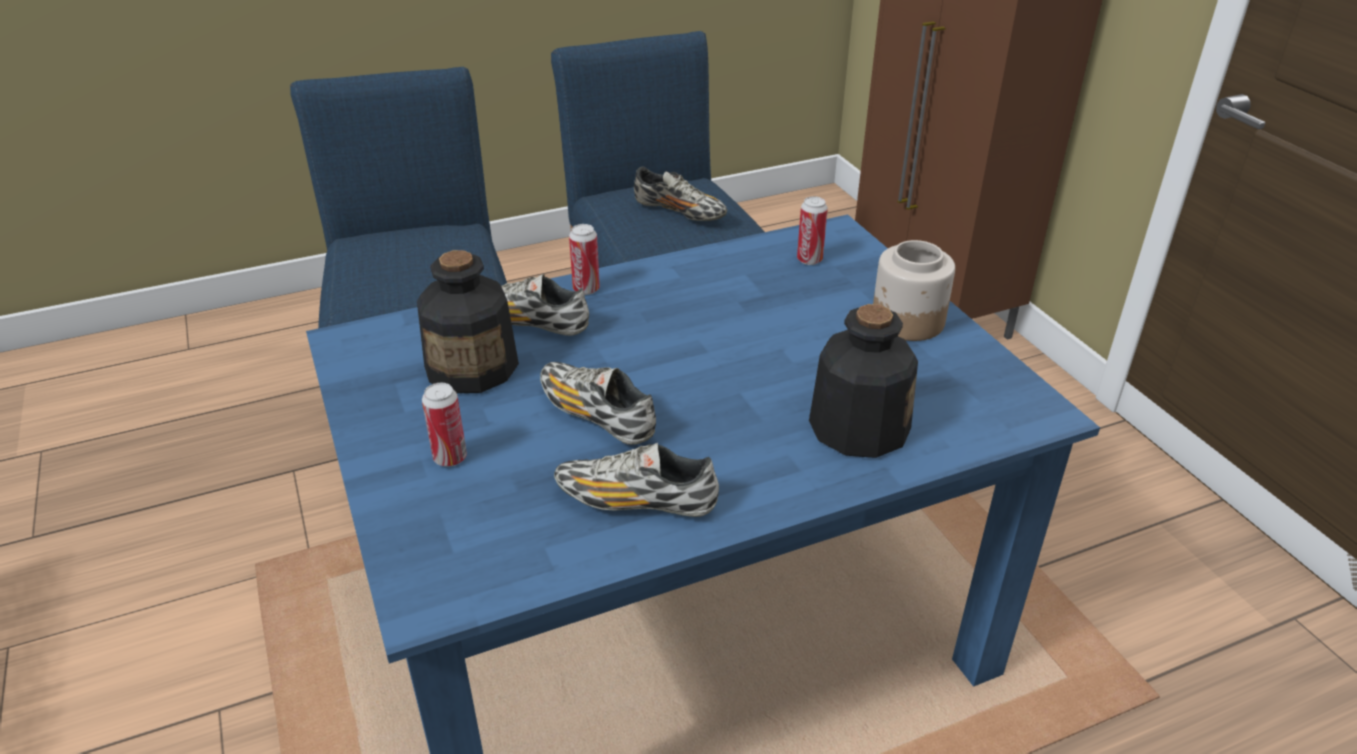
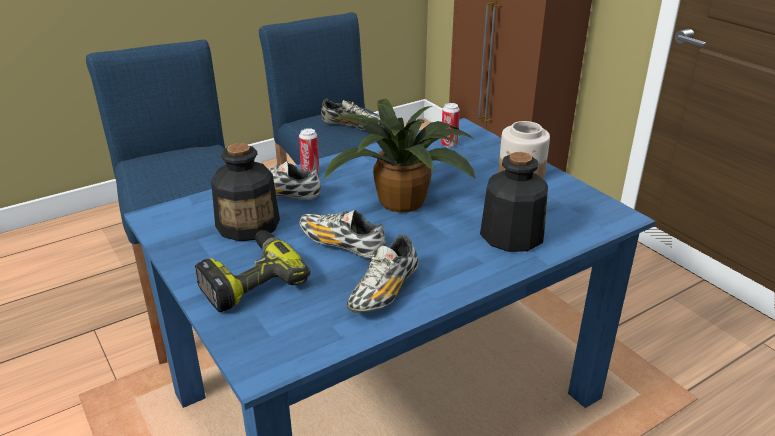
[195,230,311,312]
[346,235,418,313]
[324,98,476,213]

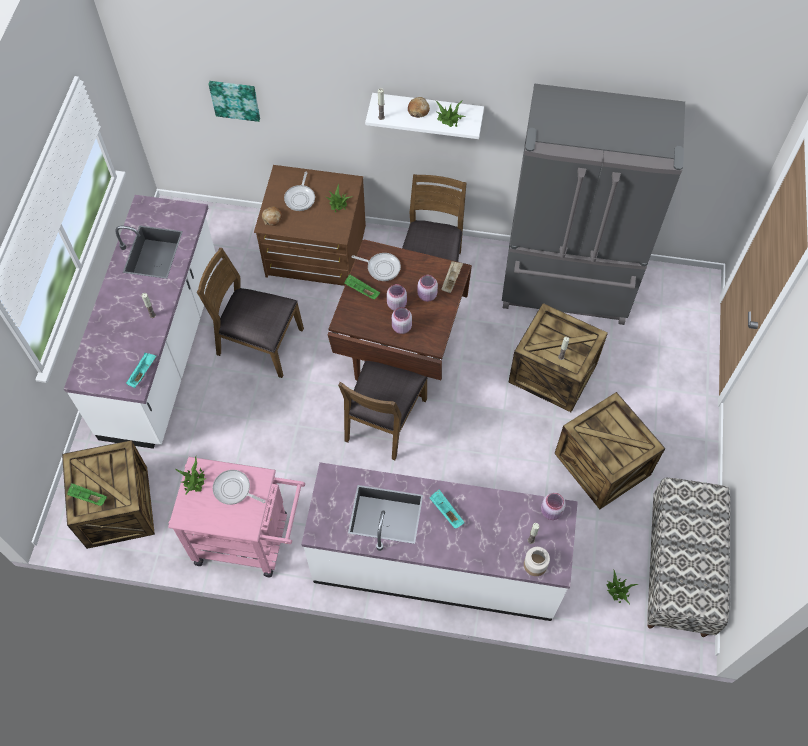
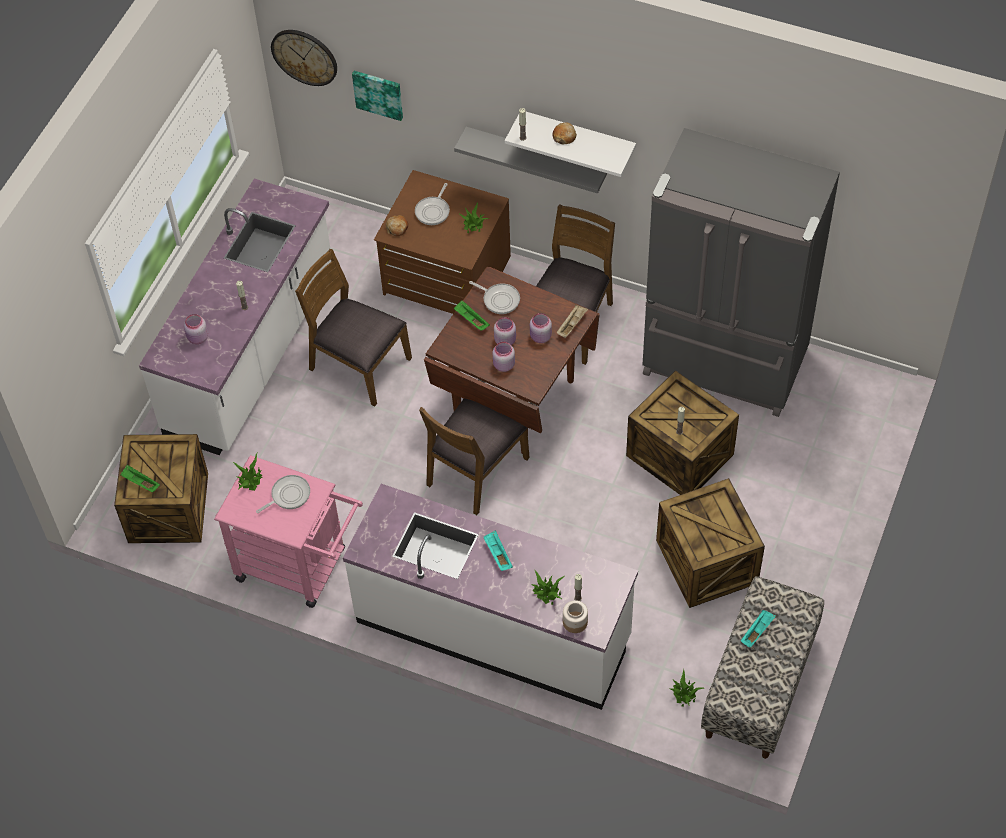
[741,610,776,648]
[256,475,310,513]
[531,570,565,605]
[184,314,208,344]
[271,30,337,86]
[454,127,608,194]

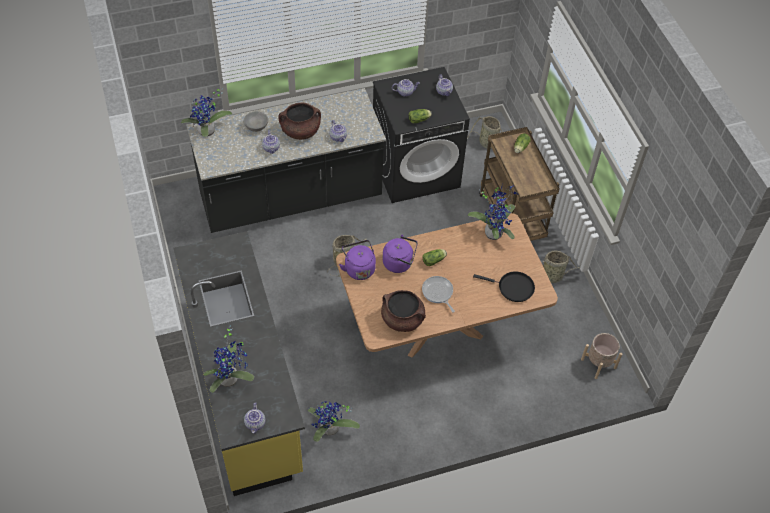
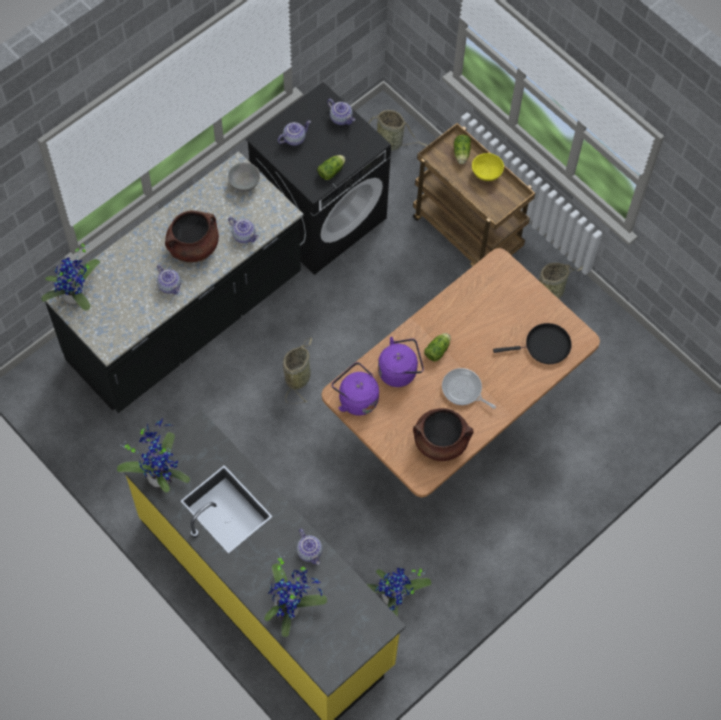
[228,162,260,192]
[297,529,322,565]
[117,418,190,492]
[581,333,622,379] (first image)
[472,153,504,181]

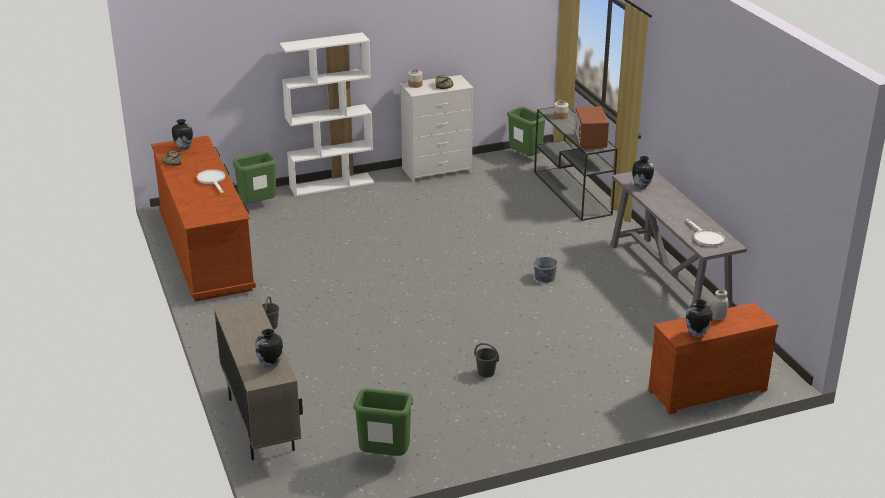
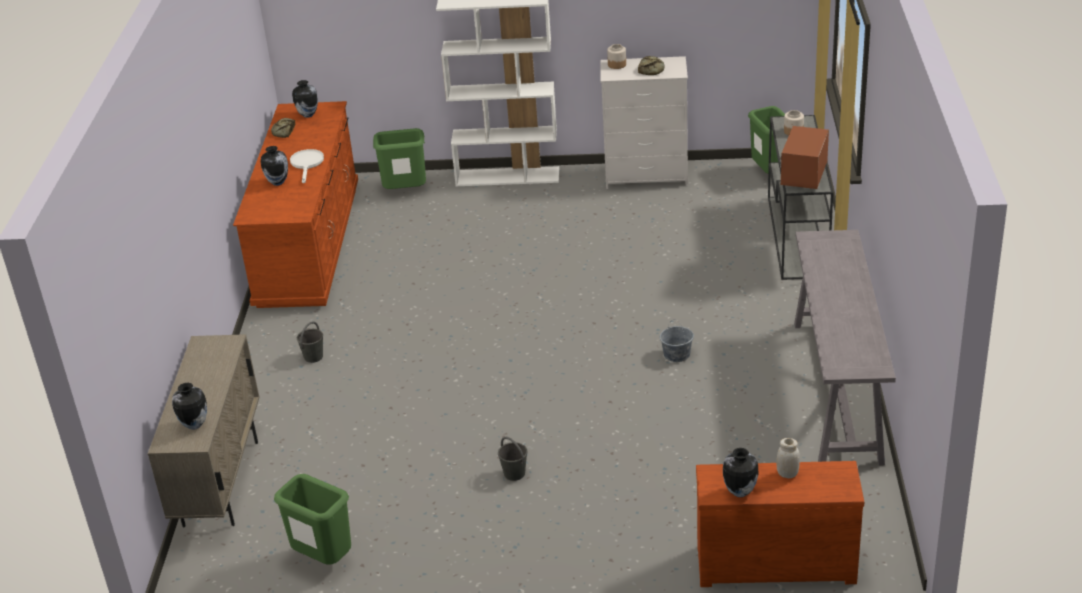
[261,146,288,186]
[686,219,725,247] (first image)

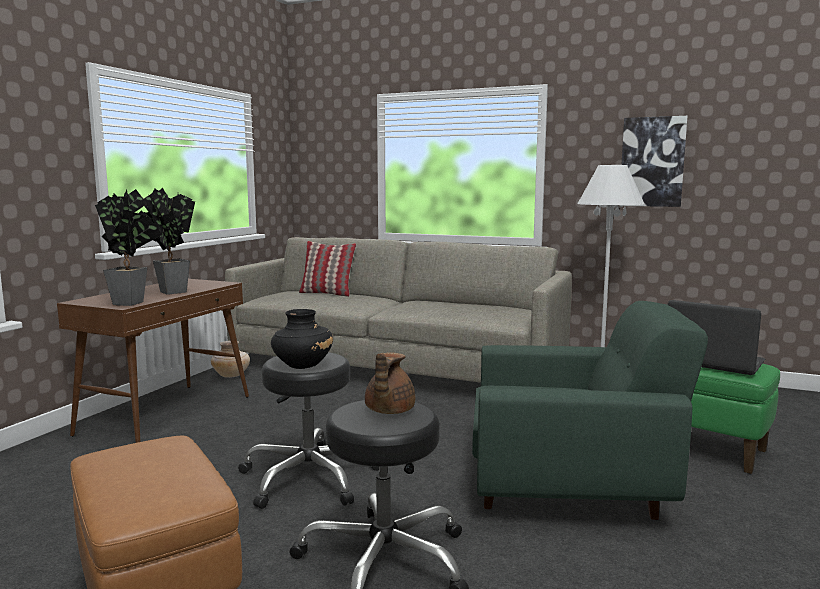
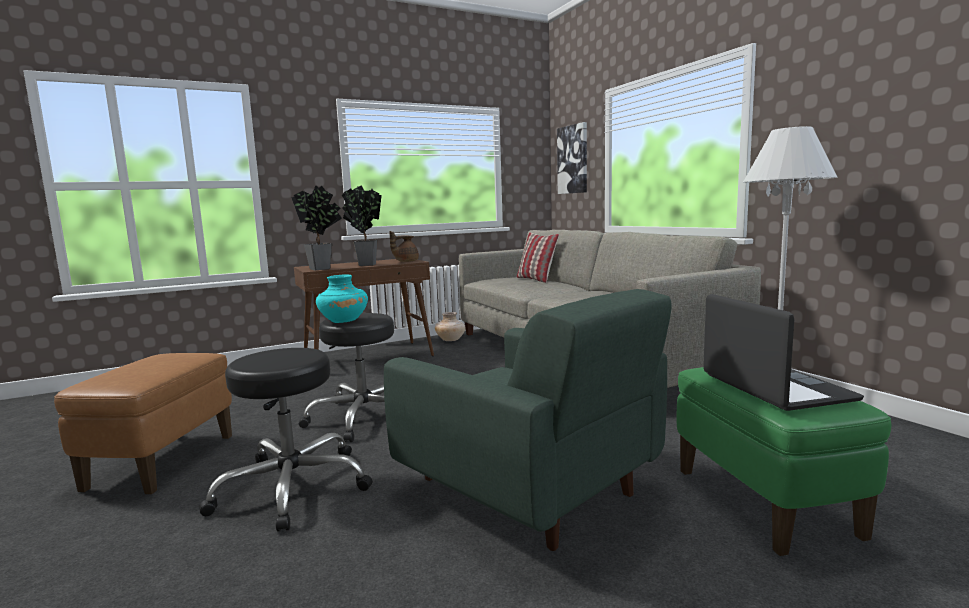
[316,275,368,323]
[390,231,419,262]
[557,122,587,194]

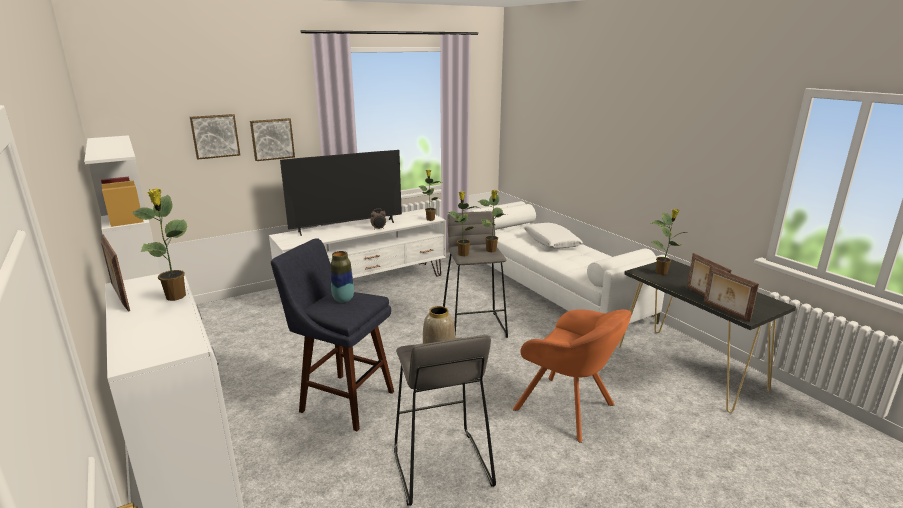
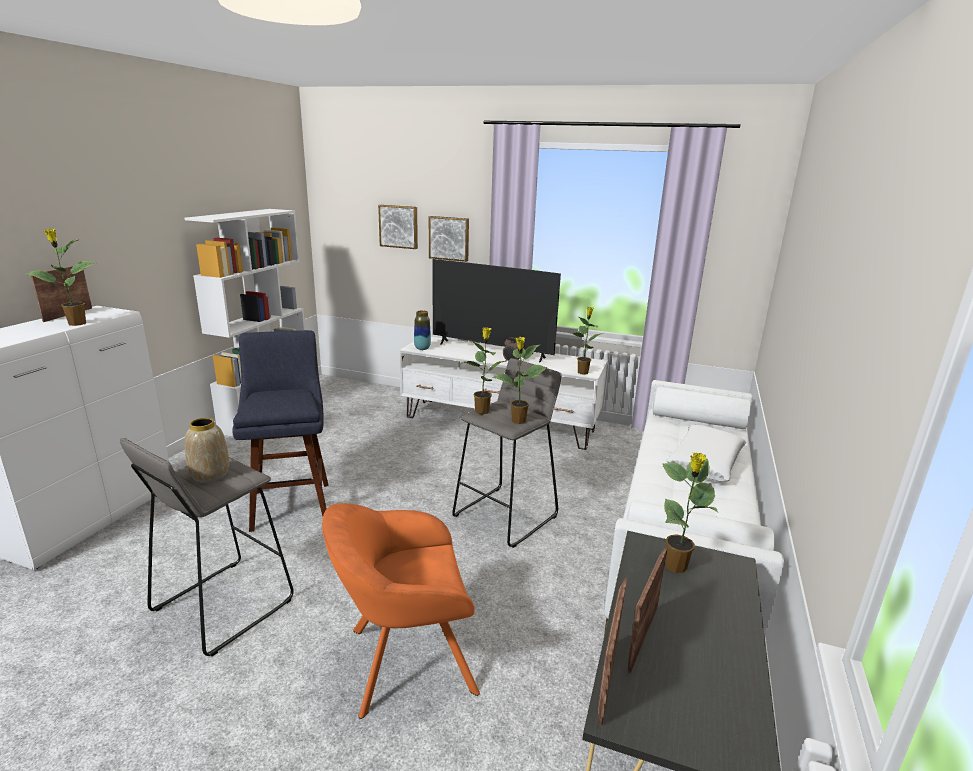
[414,310,431,350]
[322,503,480,719]

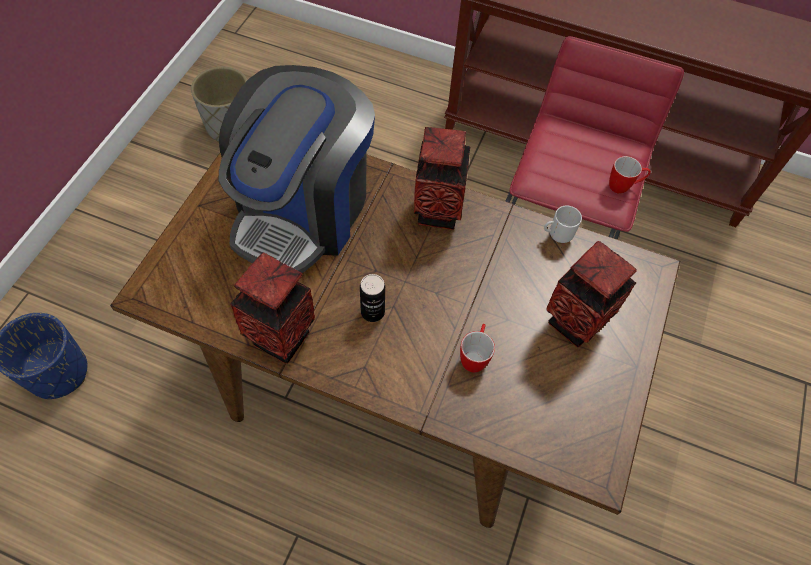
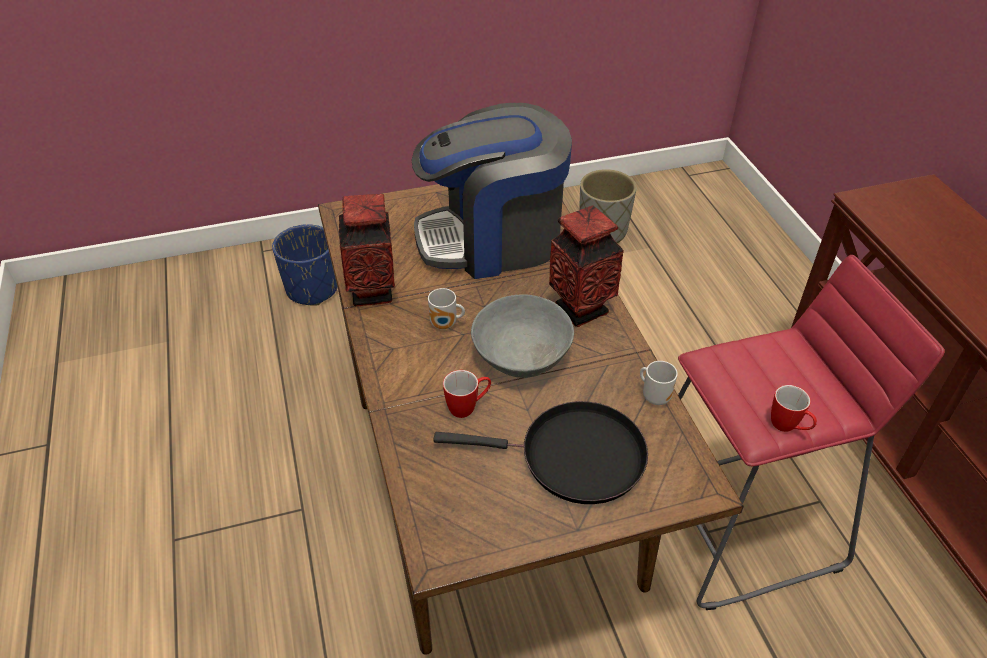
[428,288,465,330]
[434,401,648,504]
[471,294,574,378]

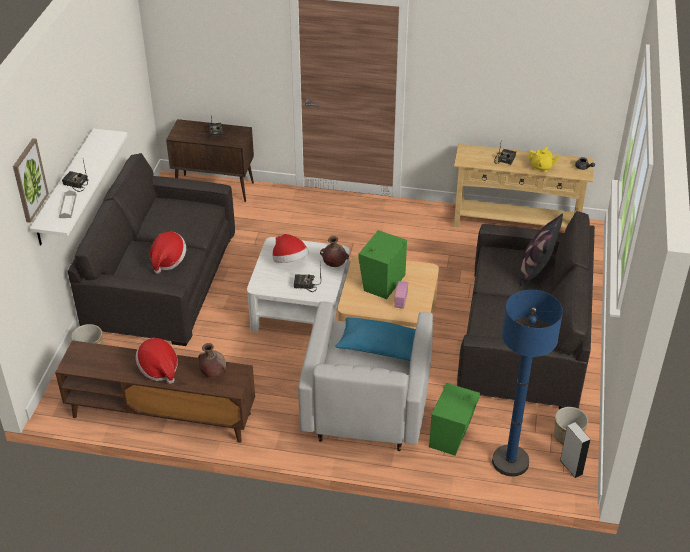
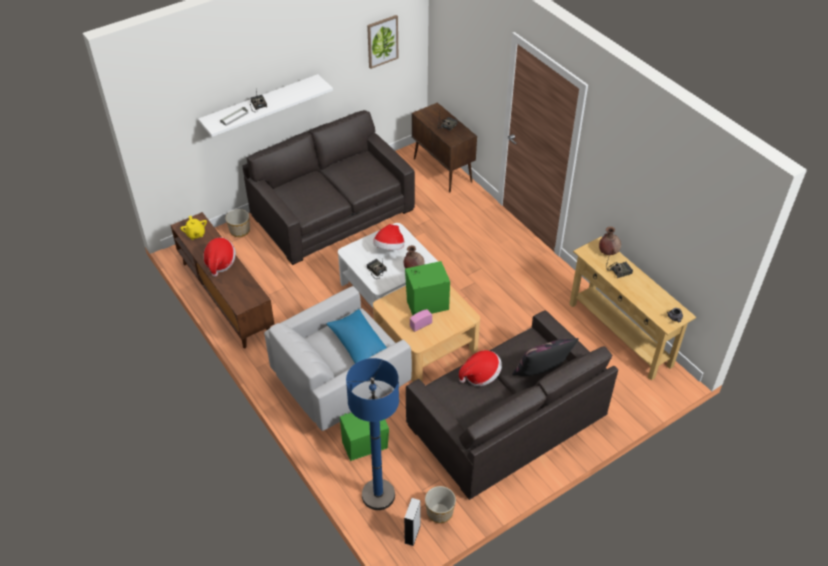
[367,15,398,69]
[459,350,502,386]
[599,227,621,255]
[180,216,207,240]

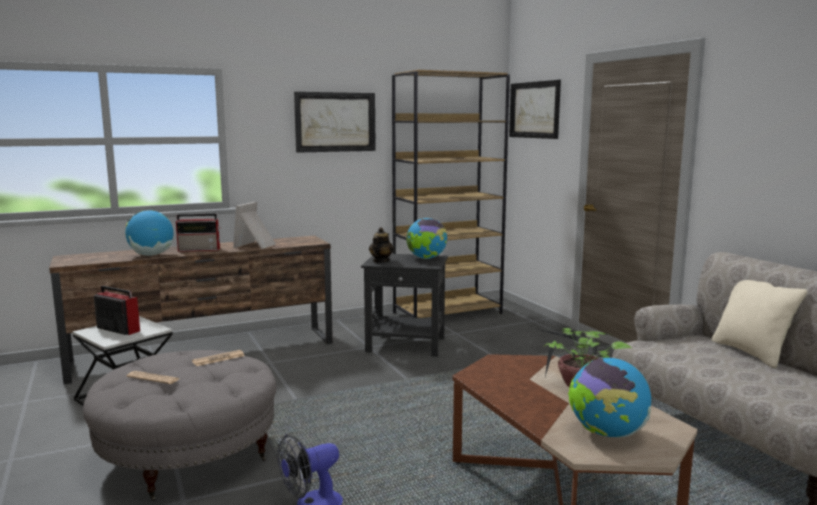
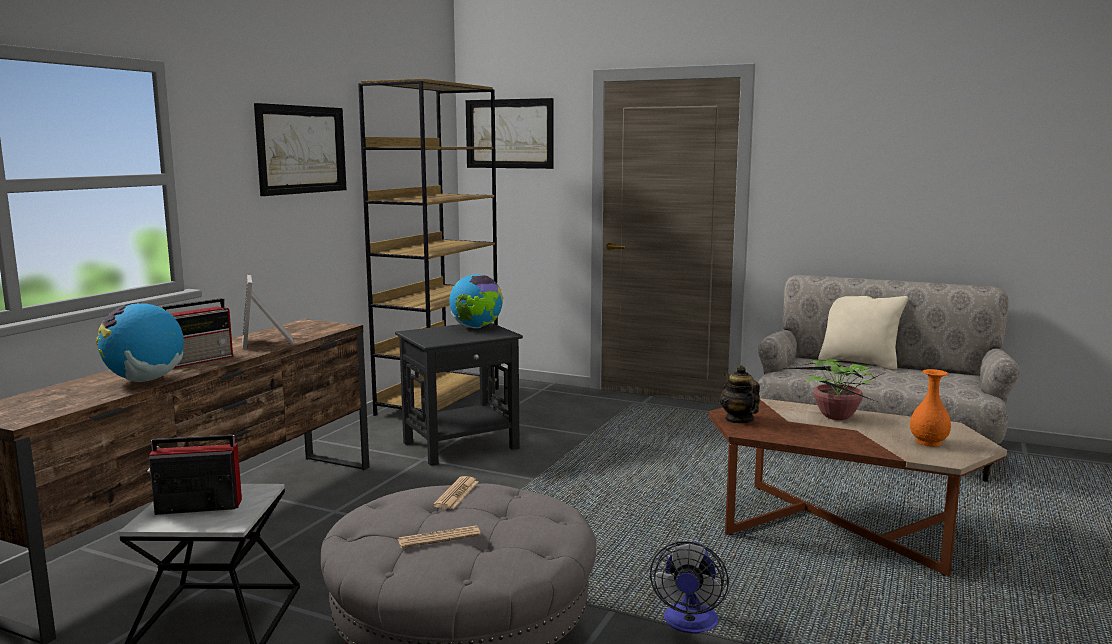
[720,365,760,424]
[910,369,951,447]

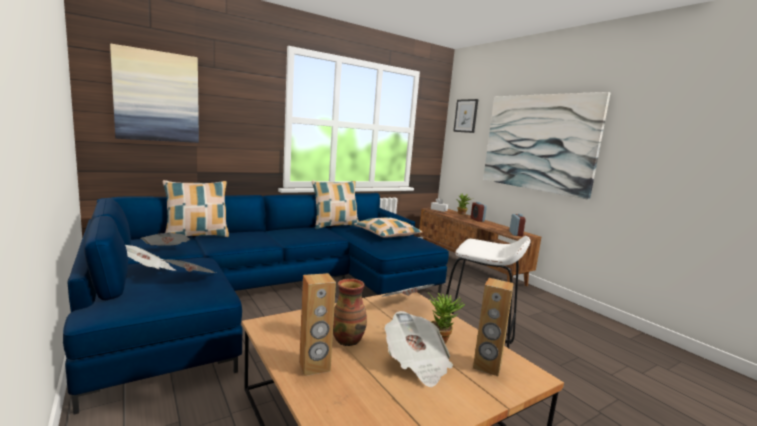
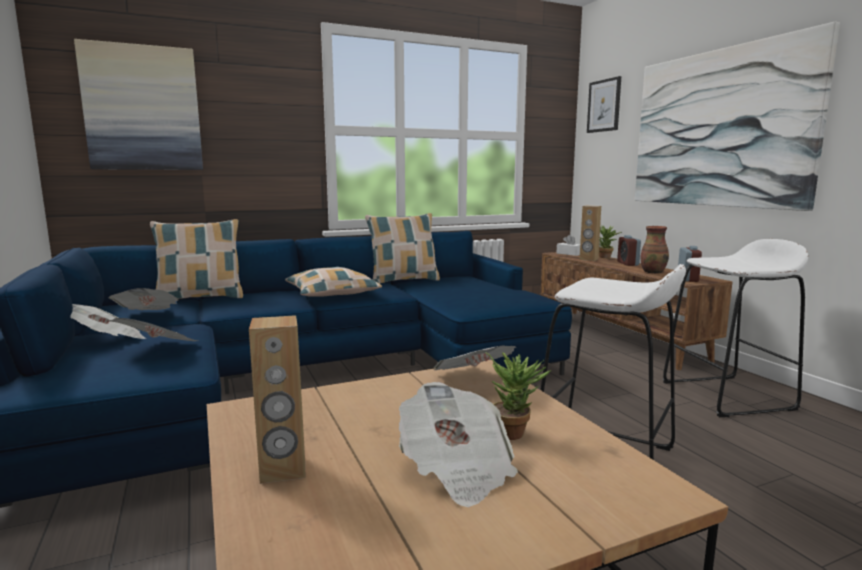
[641,226,669,273]
[285,267,382,297]
[579,205,601,261]
[662,239,808,417]

